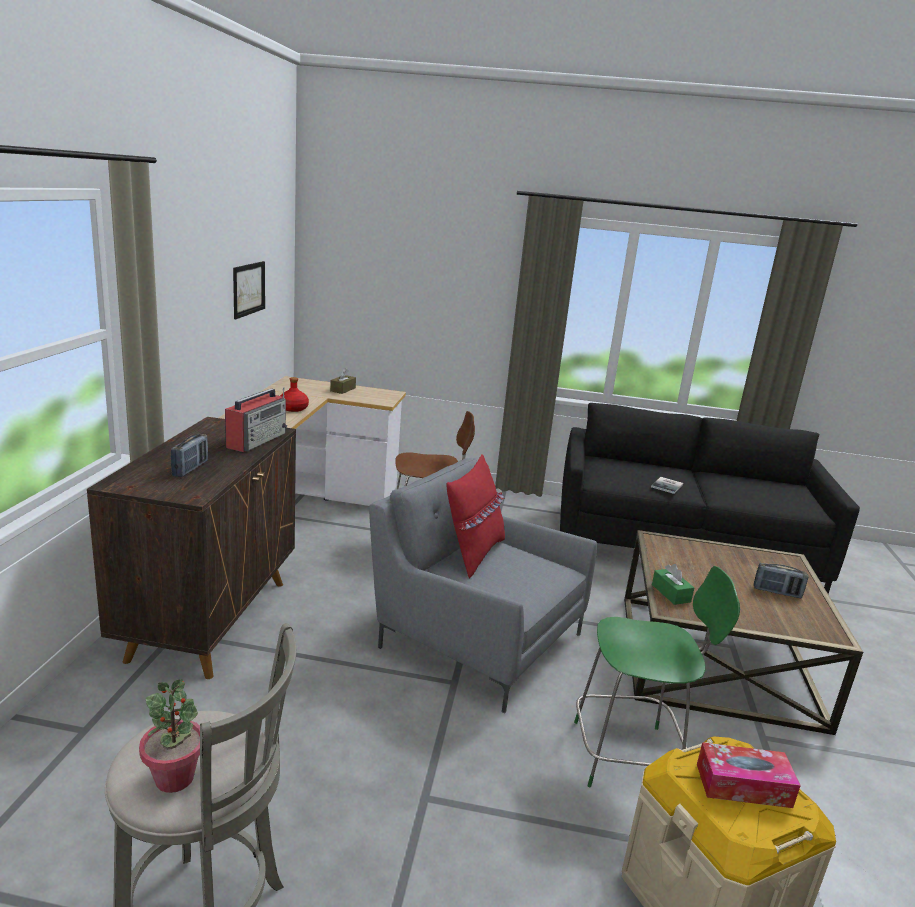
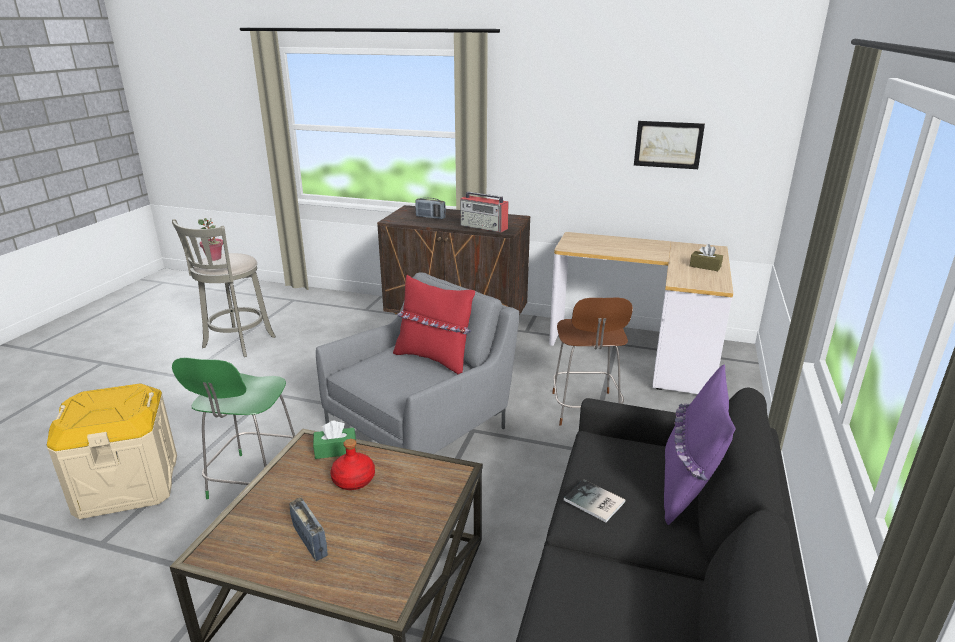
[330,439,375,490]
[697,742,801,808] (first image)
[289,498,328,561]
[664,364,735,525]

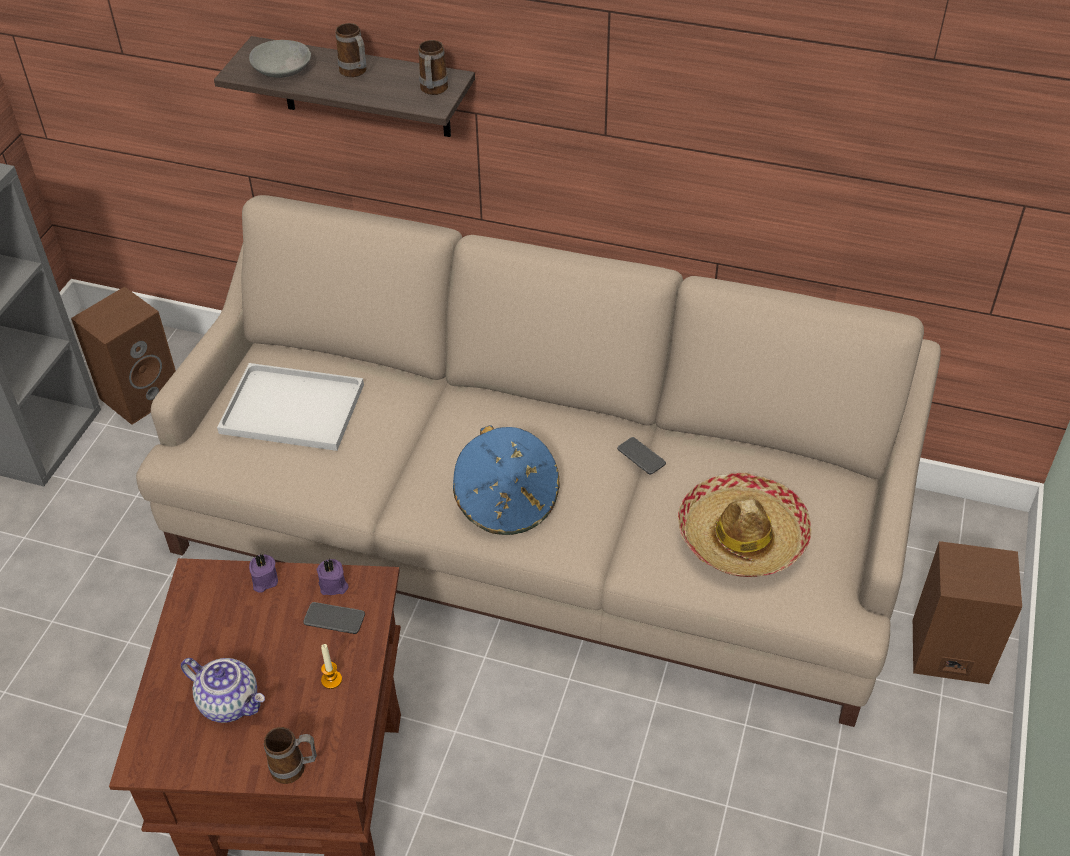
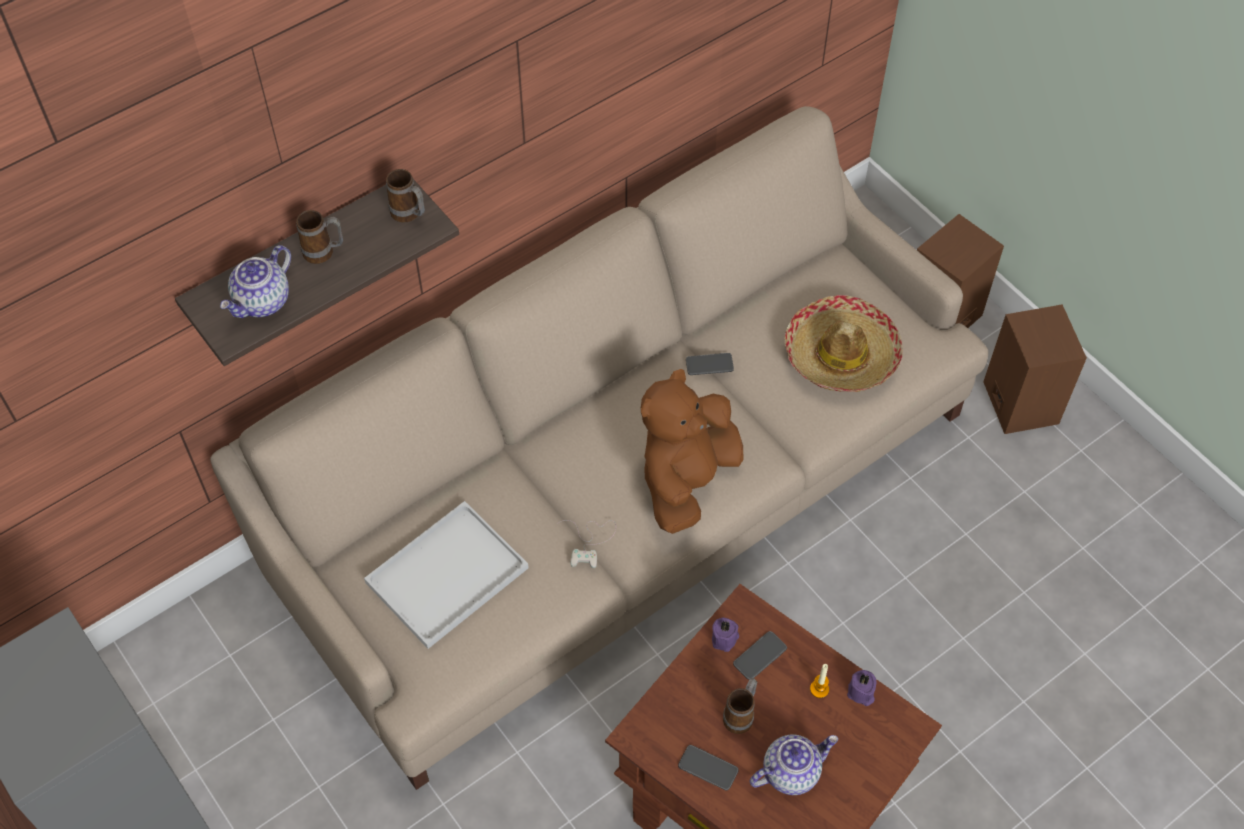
[983,304,1087,434]
[220,245,291,318]
[847,670,876,706]
[723,678,757,734]
[641,369,743,534]
[557,520,616,568]
[678,745,739,790]

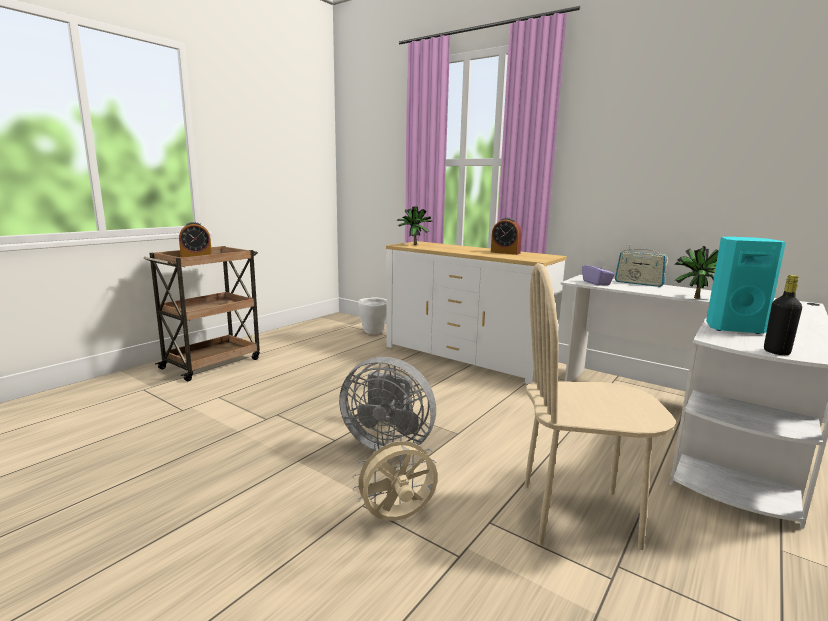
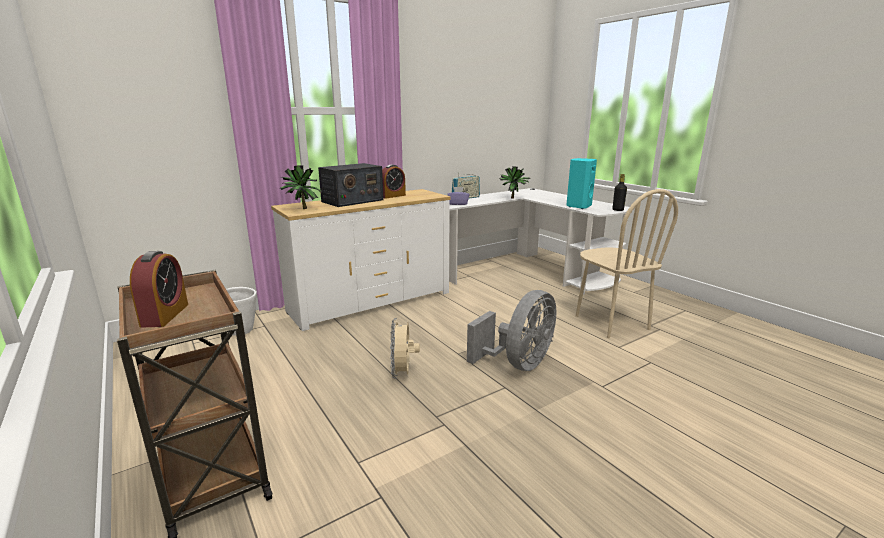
[390,318,420,378]
[576,189,678,338]
[318,163,384,207]

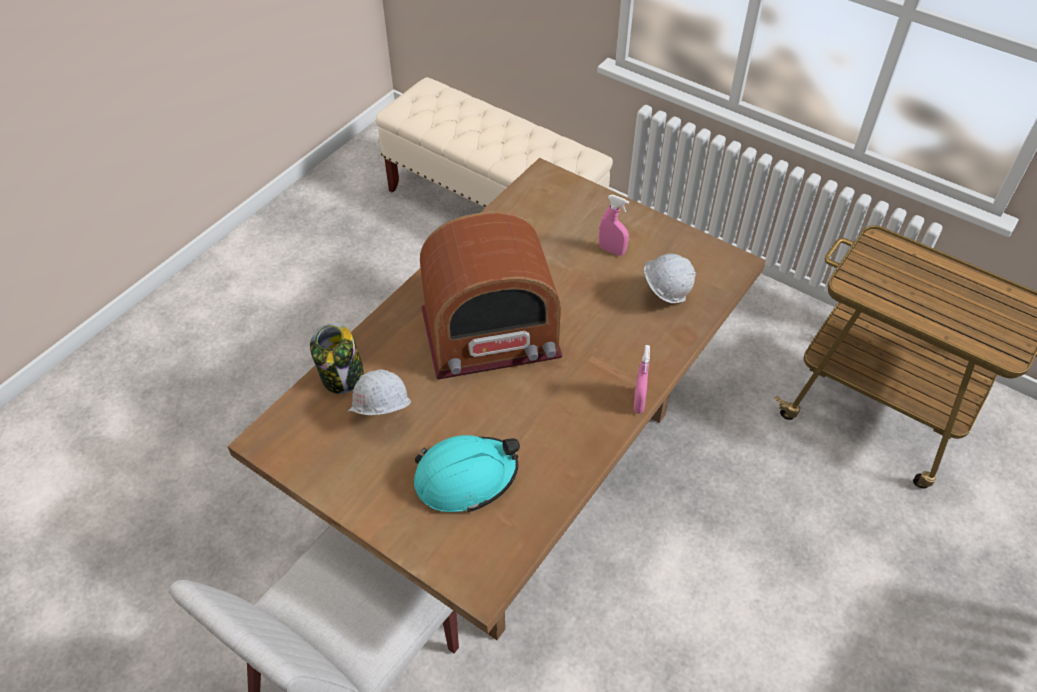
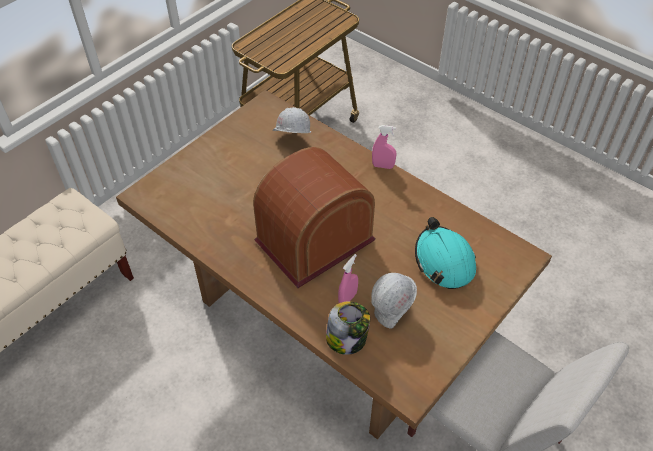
[253,147,376,288]
[338,254,358,303]

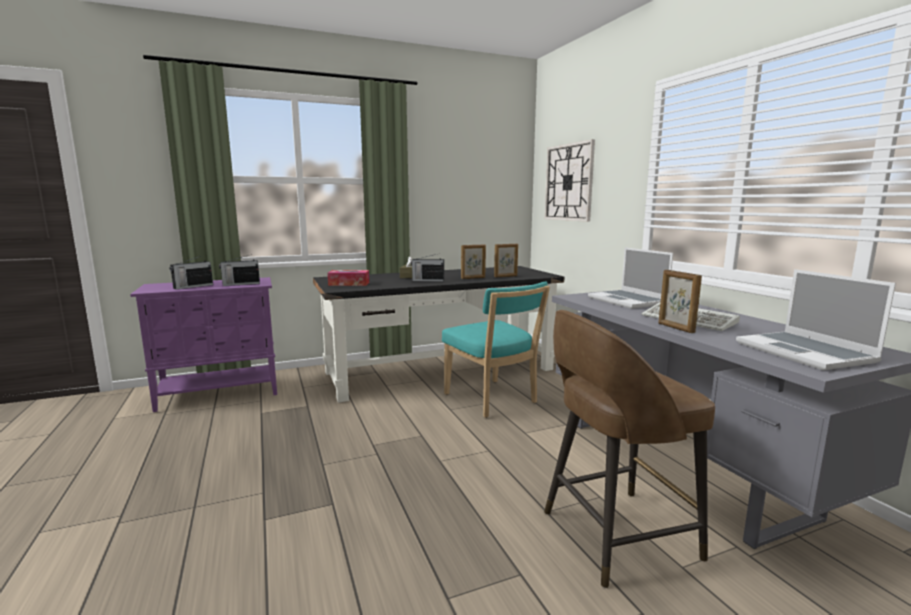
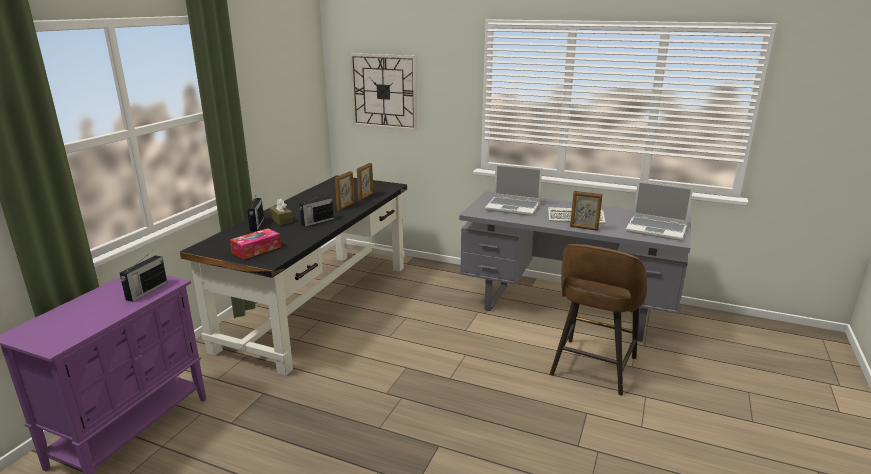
[247,193,264,231]
[442,282,550,418] (first image)

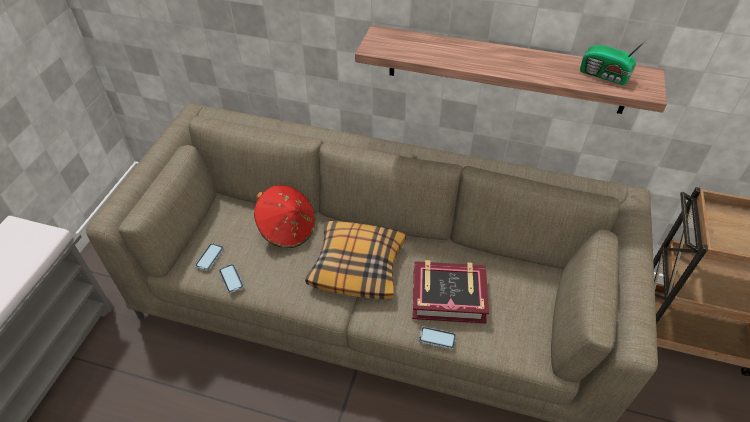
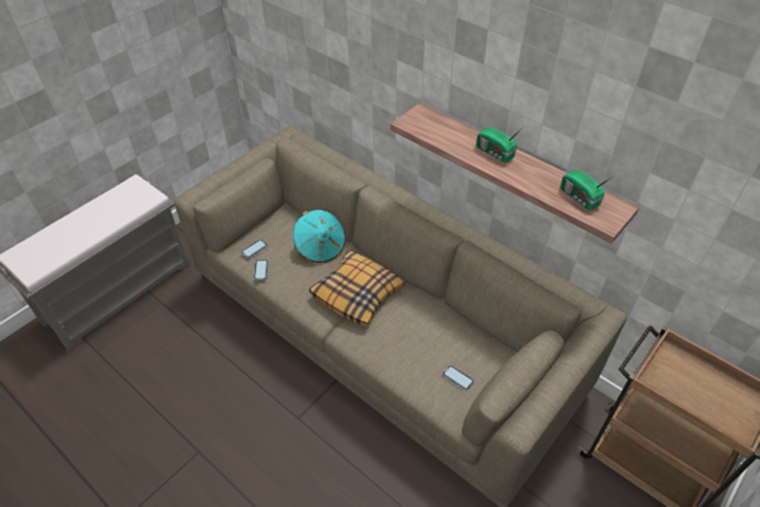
[293,210,345,263]
[412,260,489,324] (first image)
[443,365,474,391]
[476,127,521,163]

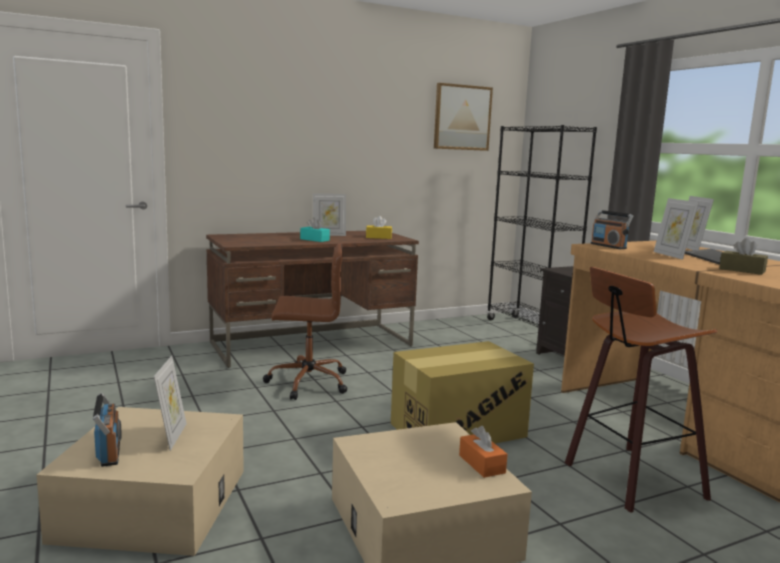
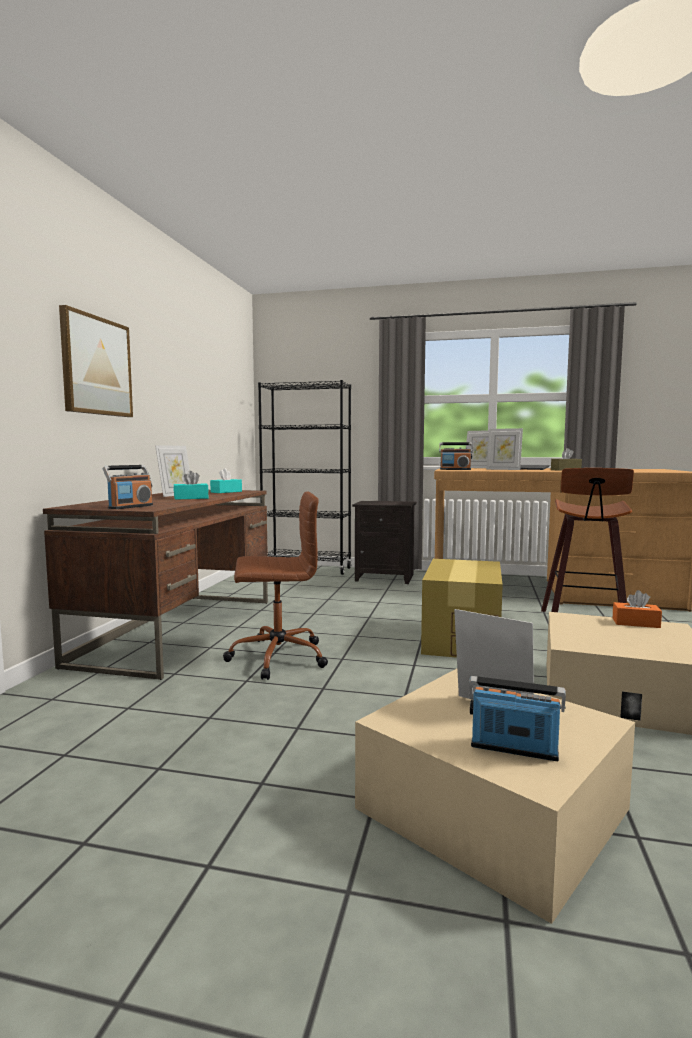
[223,492,328,680]
[210,468,242,493]
[59,305,133,417]
[103,465,153,509]

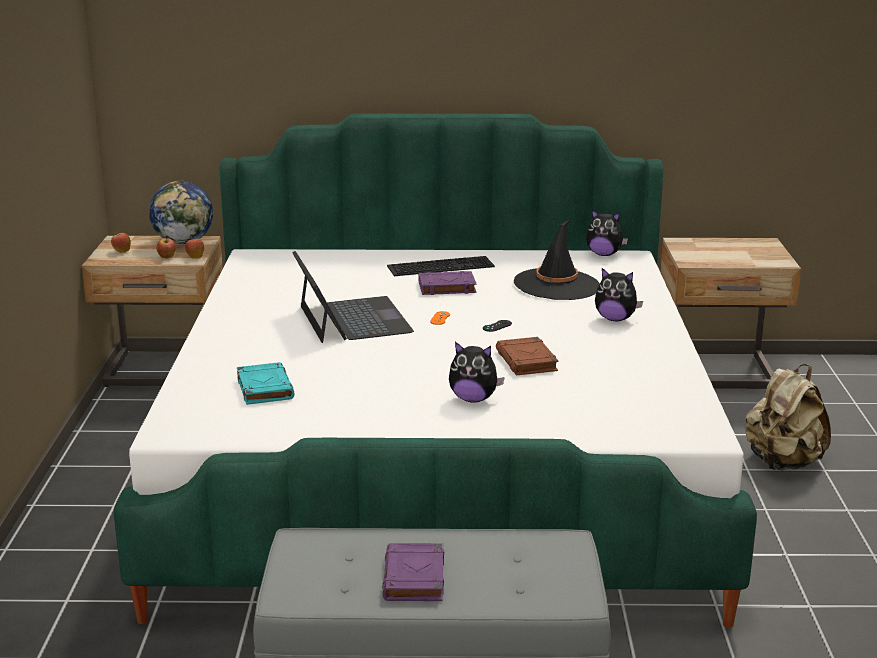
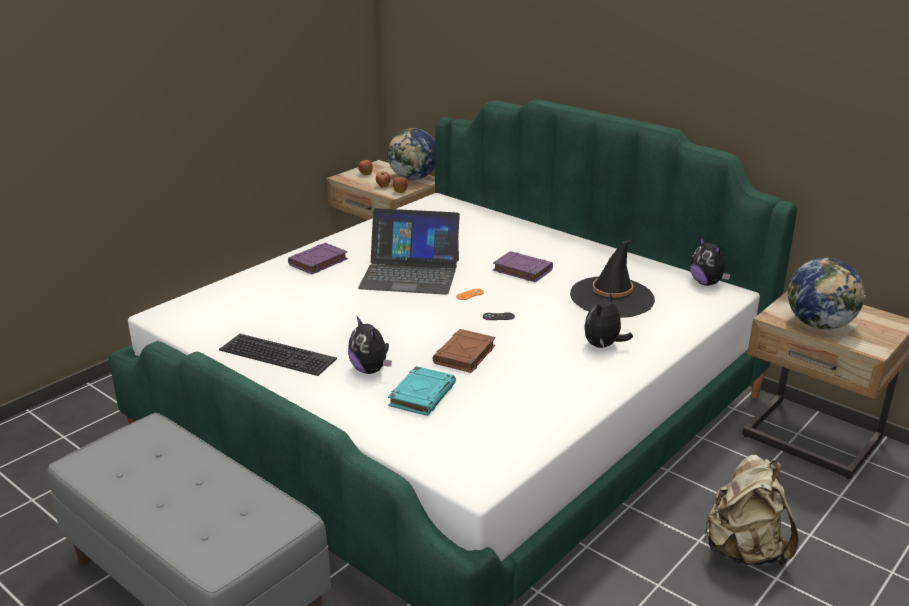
[388,366,456,416]
[358,208,460,295]
[288,243,348,275]
[219,334,337,376]
[584,292,633,348]
[788,258,865,330]

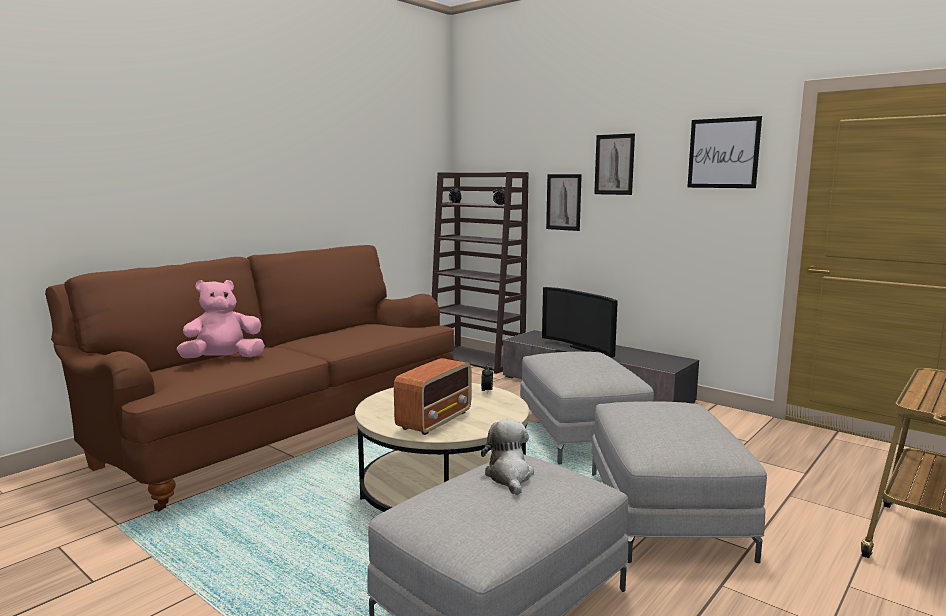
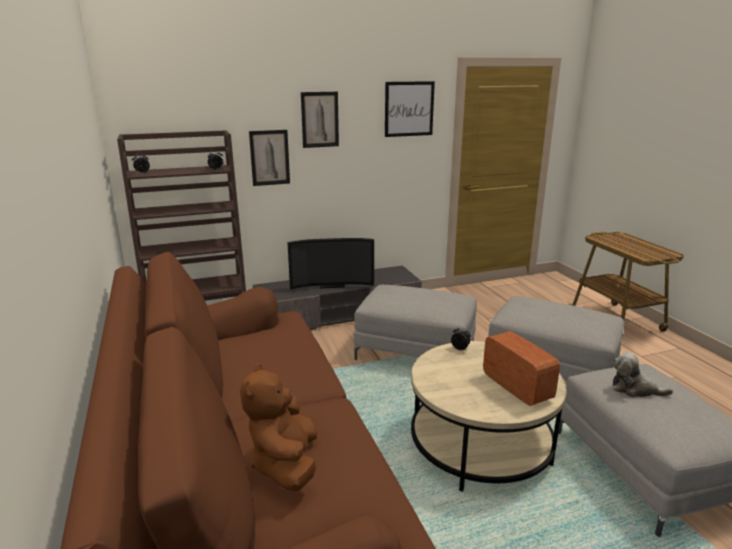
[240,363,318,492]

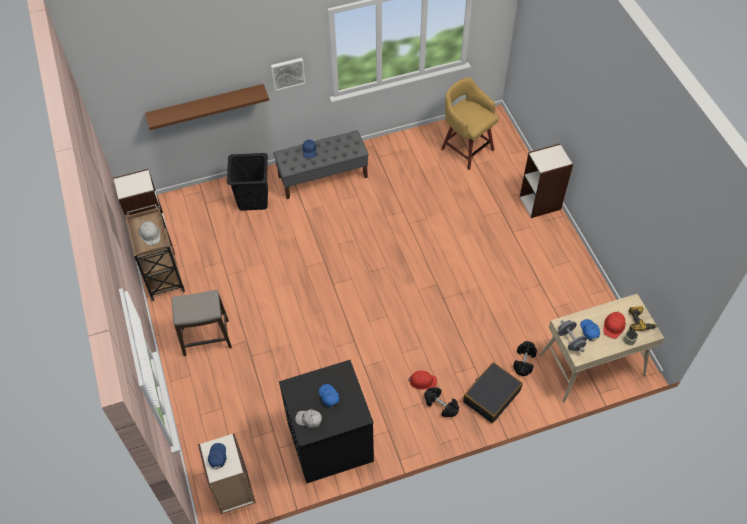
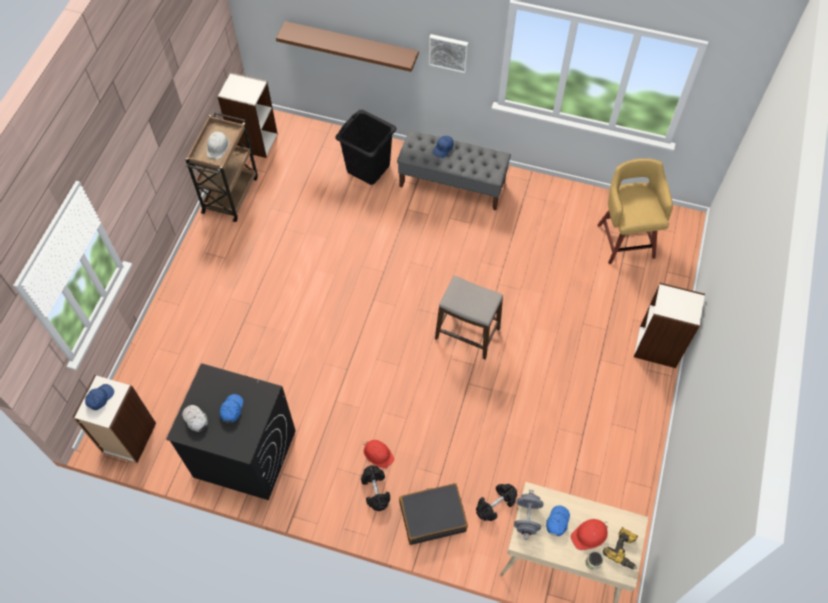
[435,276,503,360]

